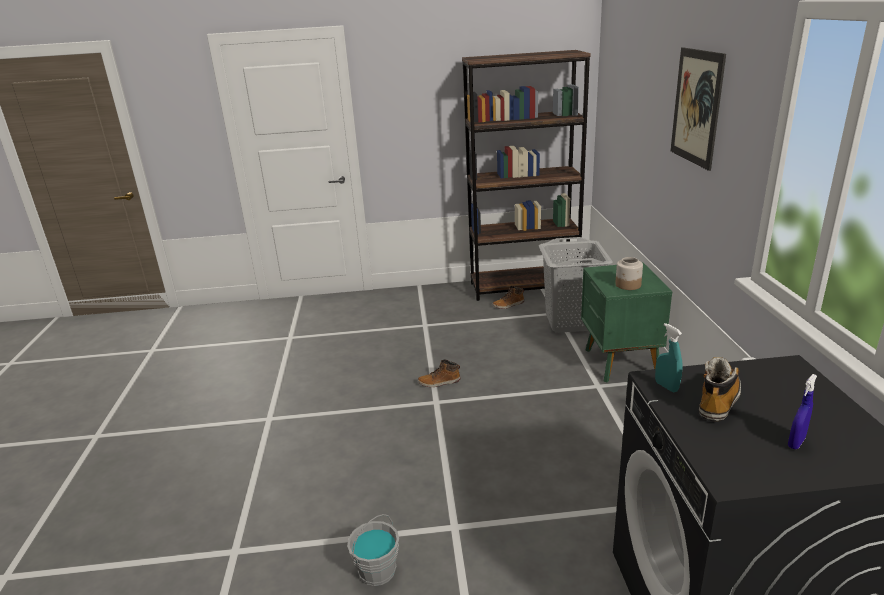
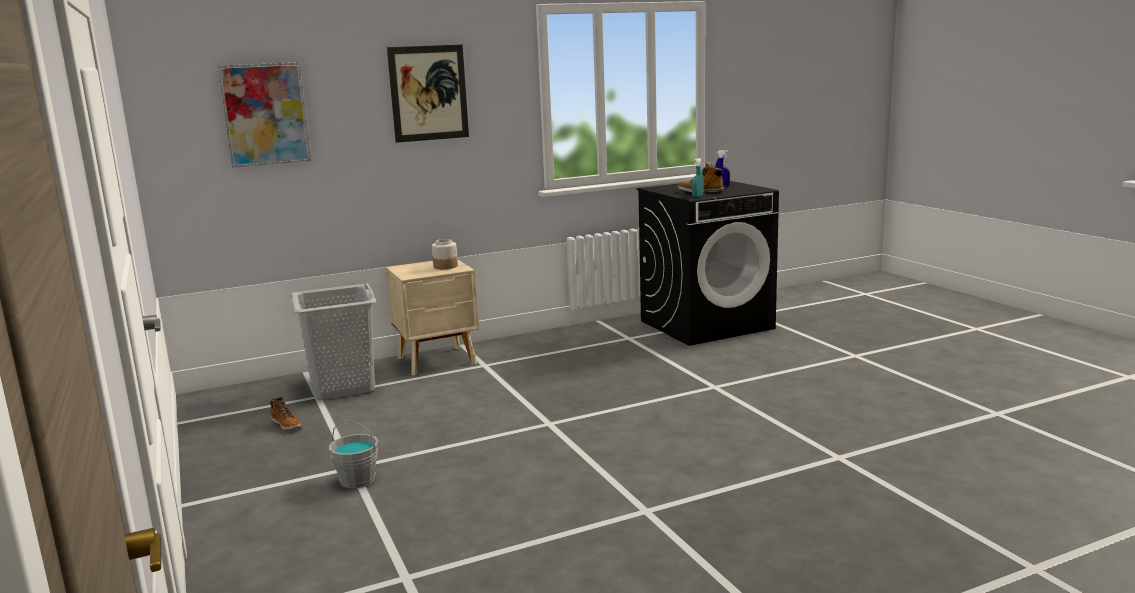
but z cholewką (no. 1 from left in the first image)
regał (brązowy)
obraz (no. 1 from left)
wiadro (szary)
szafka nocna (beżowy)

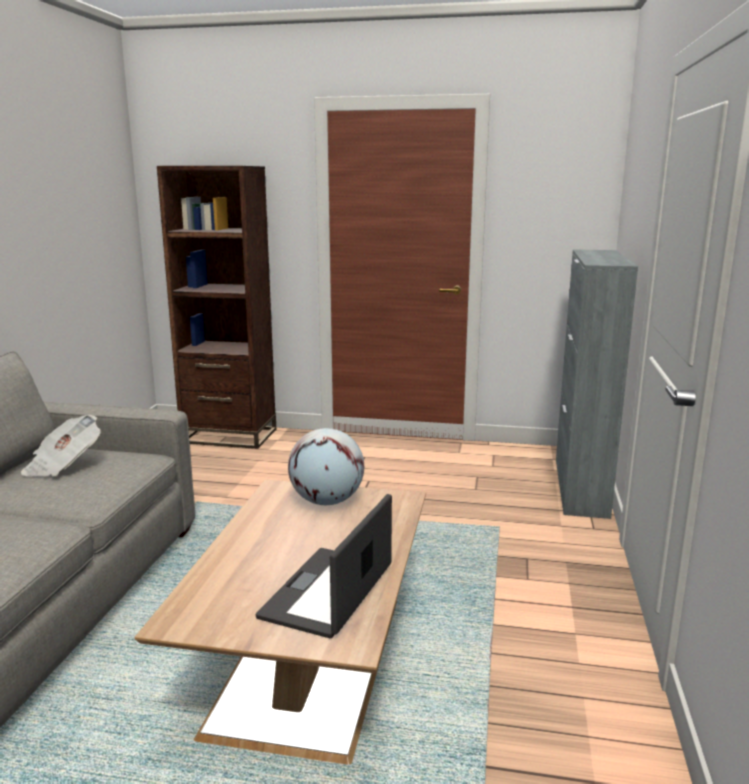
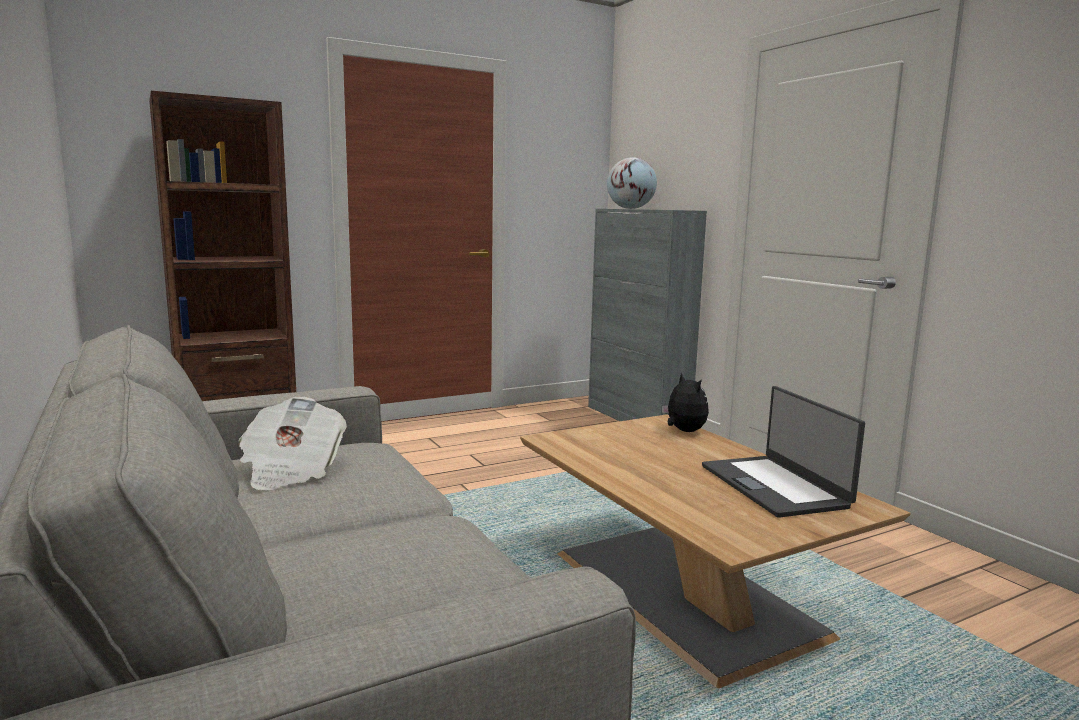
pluszak
globus

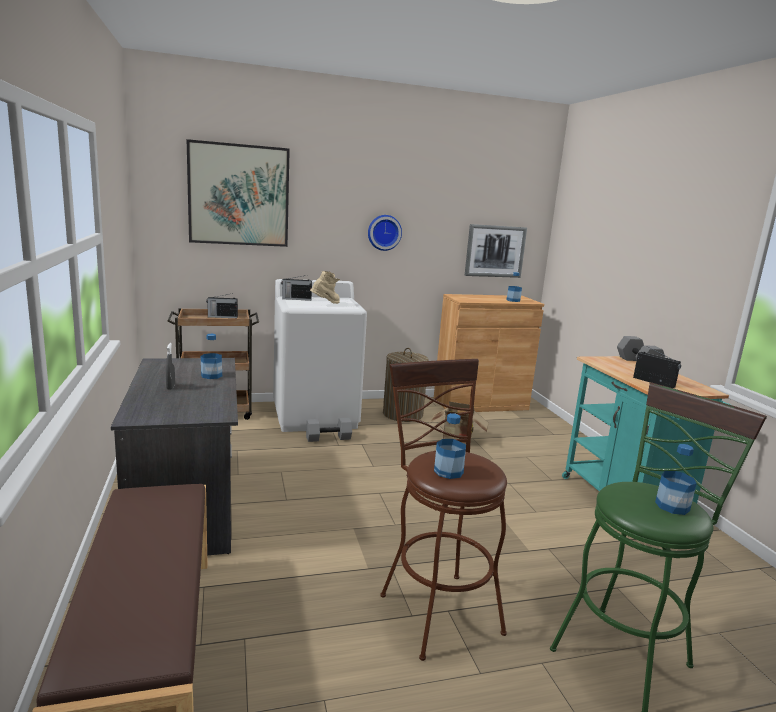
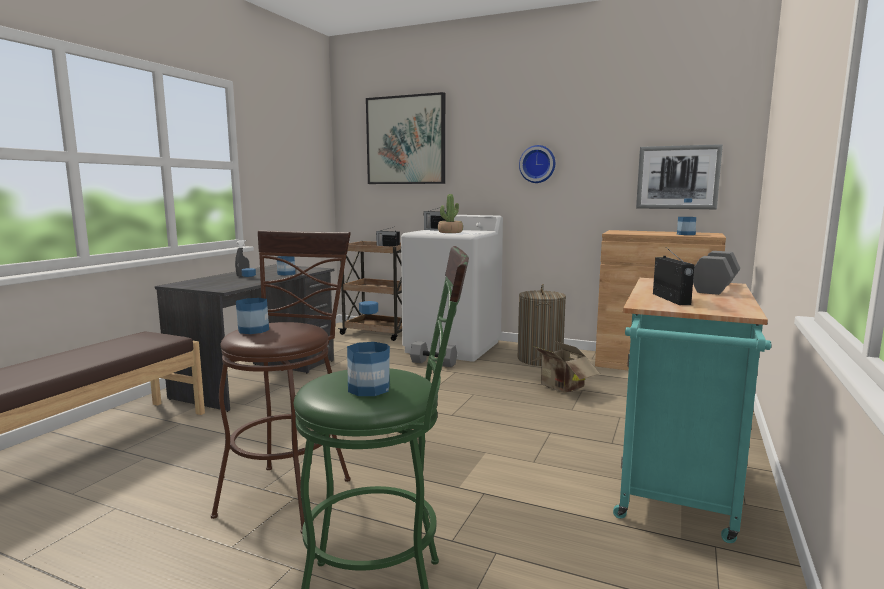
roślina doniczkowa

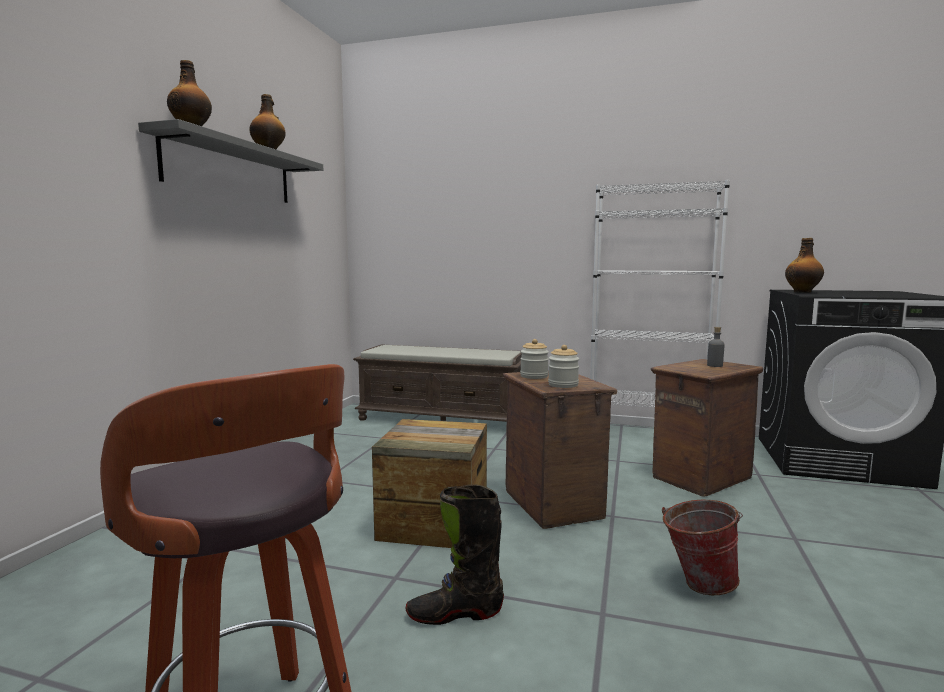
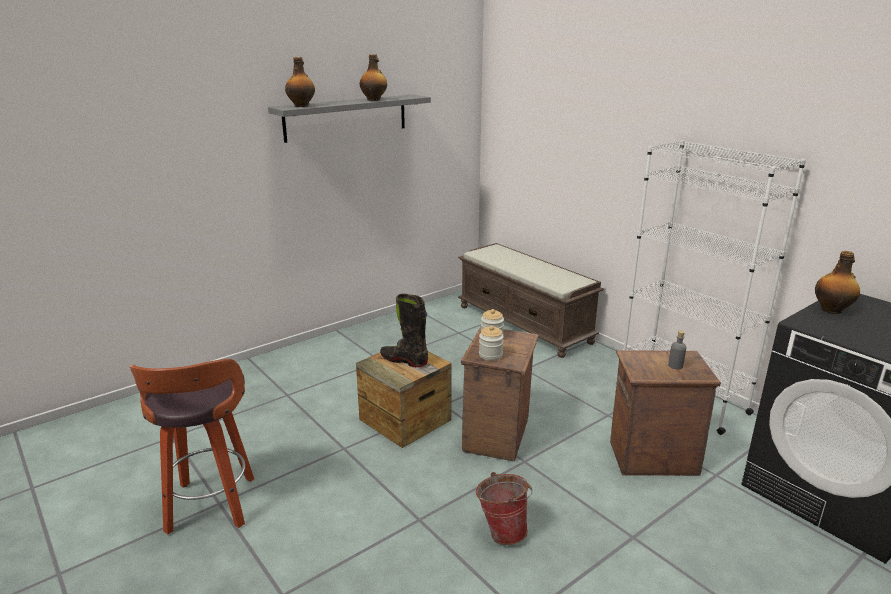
but z cholewką (czarny)

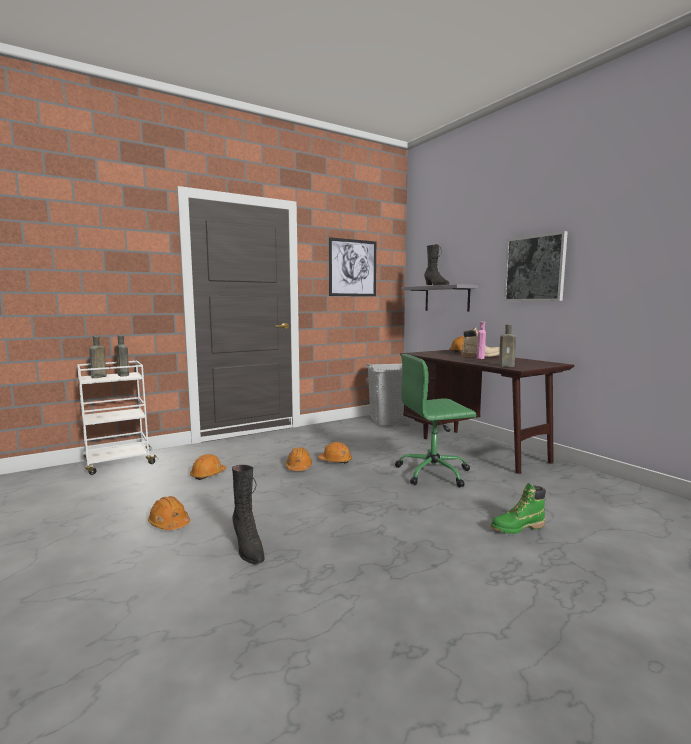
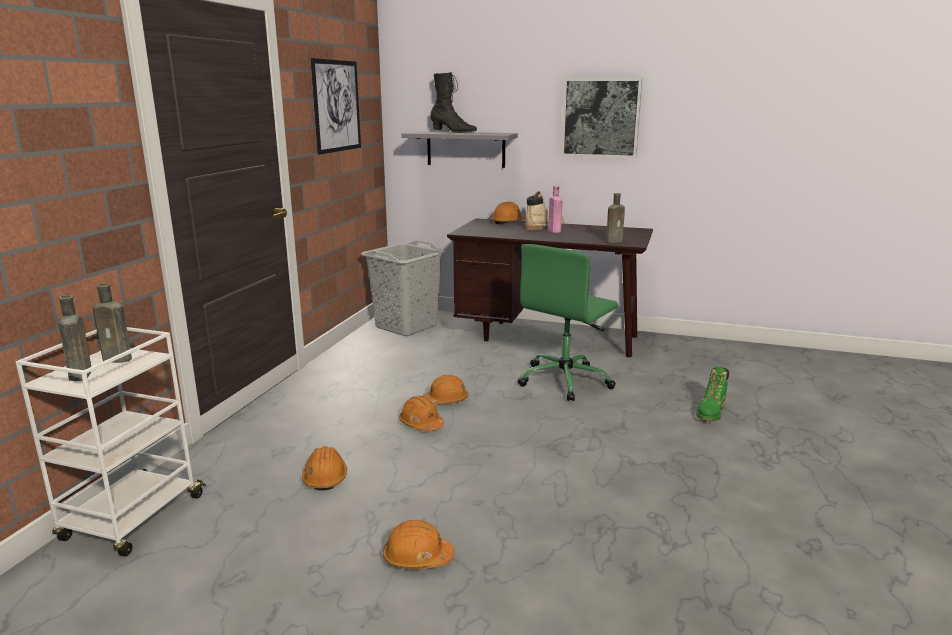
but z cholewką (czarny) (no. 1 from left in the first image)

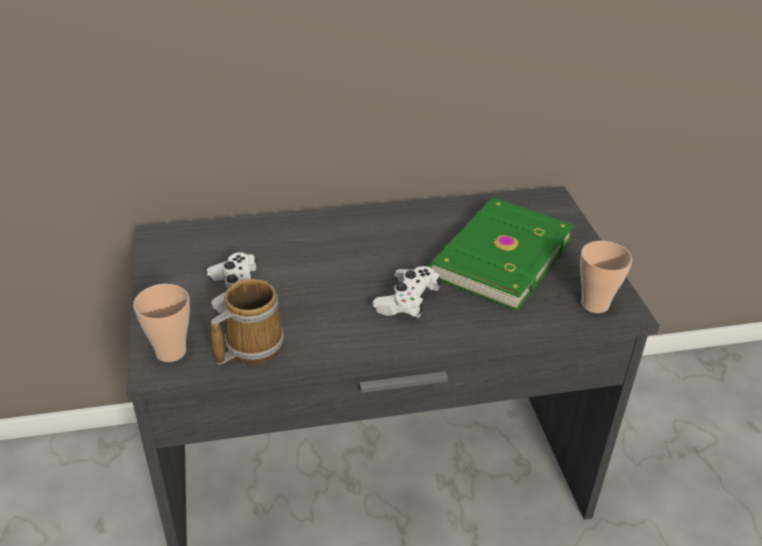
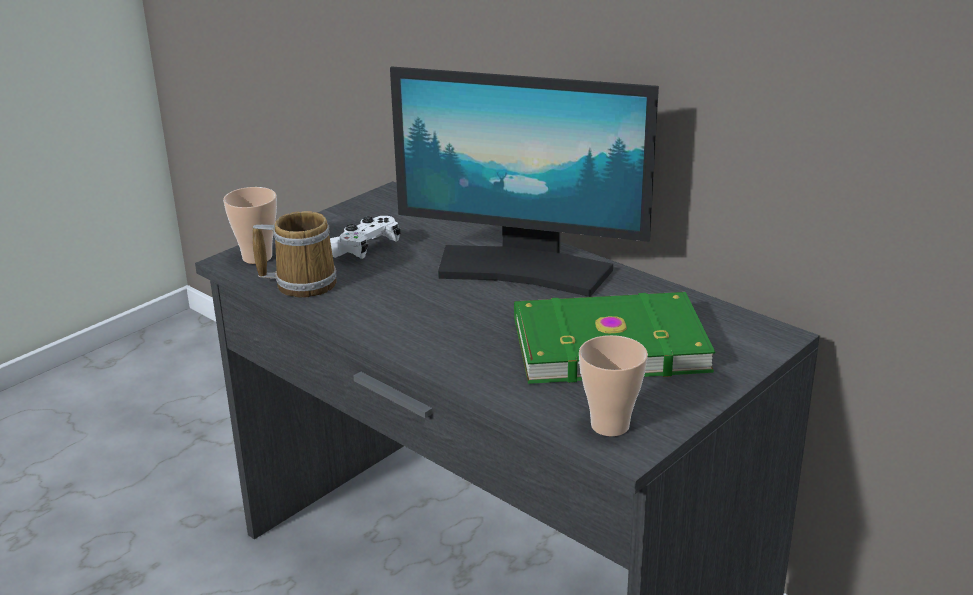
pad do gier (biały) (no. 2 from left in the first image)
monitor

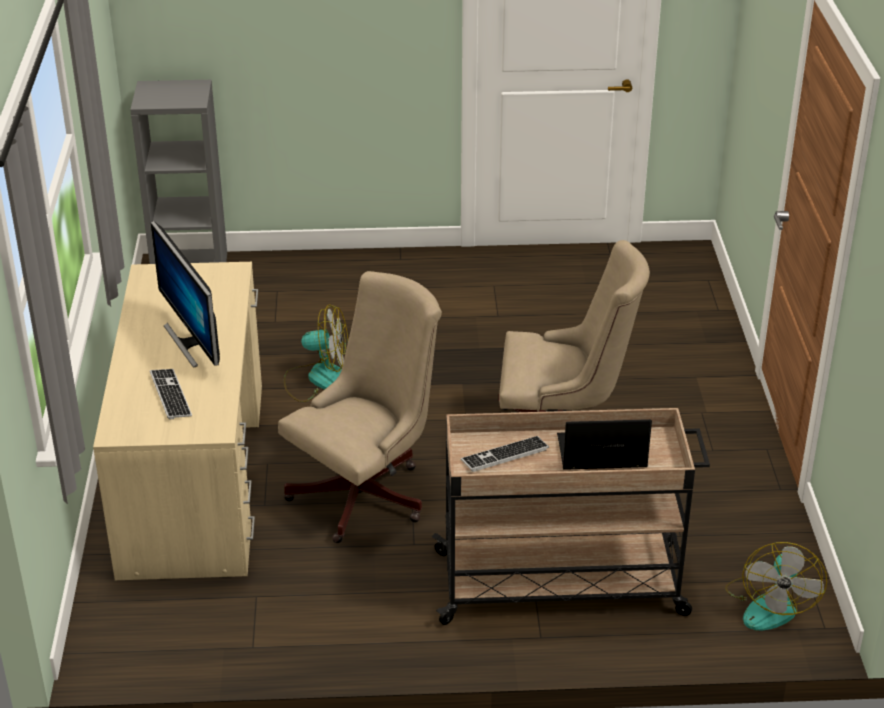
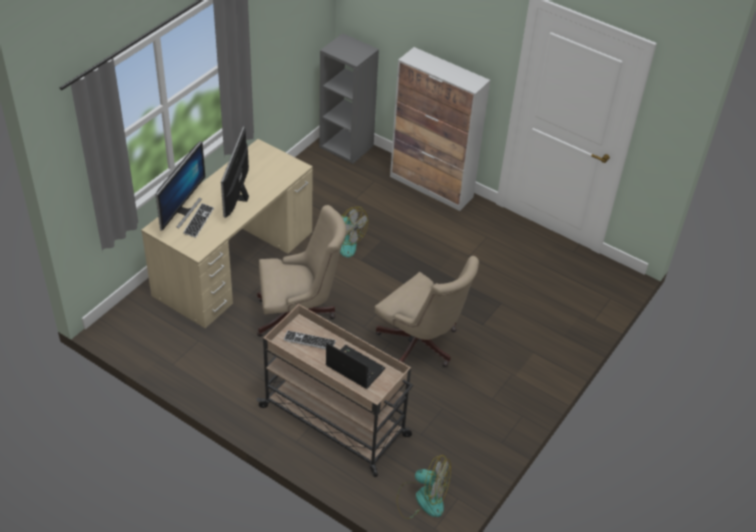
monitor (no. 1 from left)
szafka
wentylator (no. 2 from left)

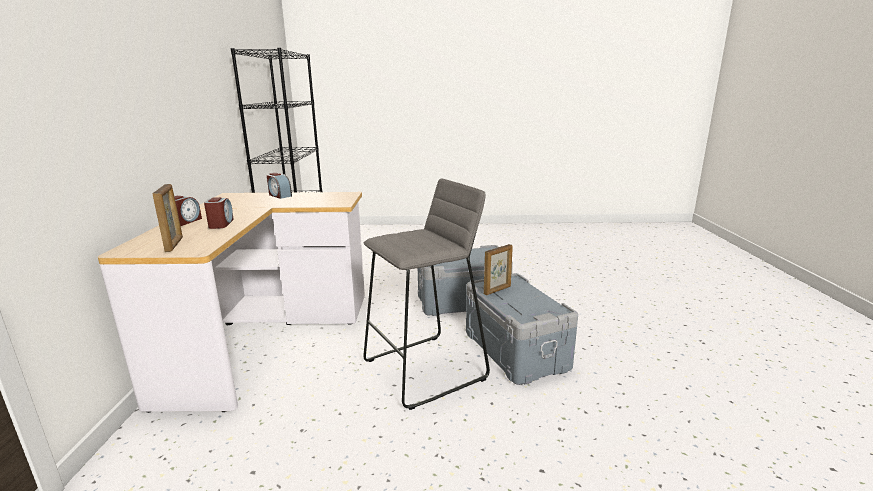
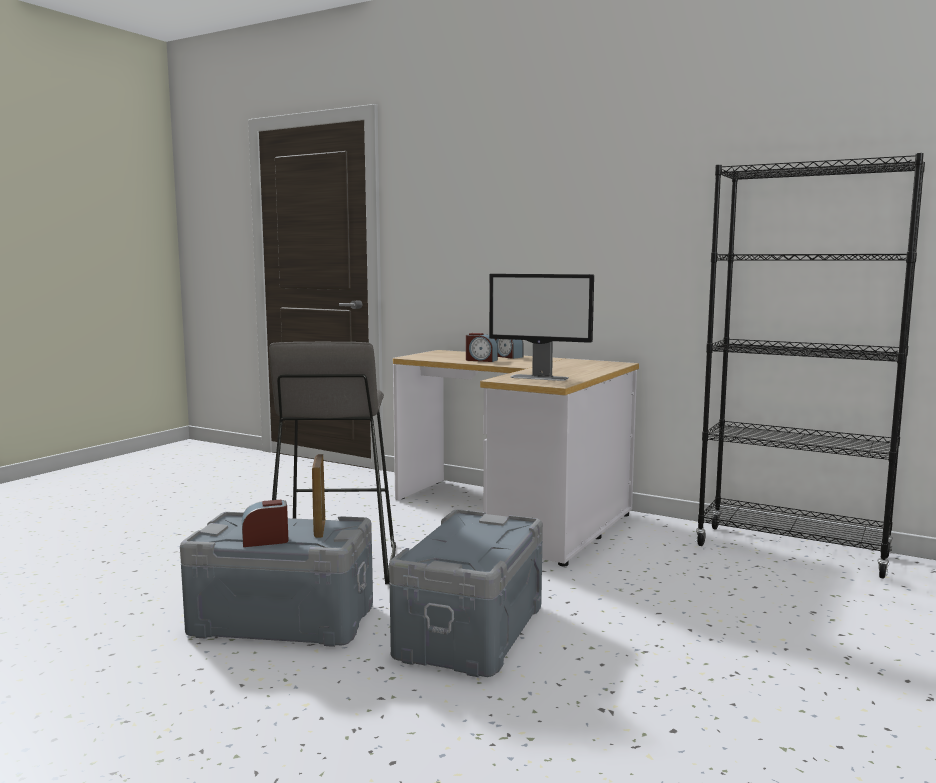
ramka na zdjęcie (no. 1 from left in the first image)
monitor
budzik (no. 1 from left)

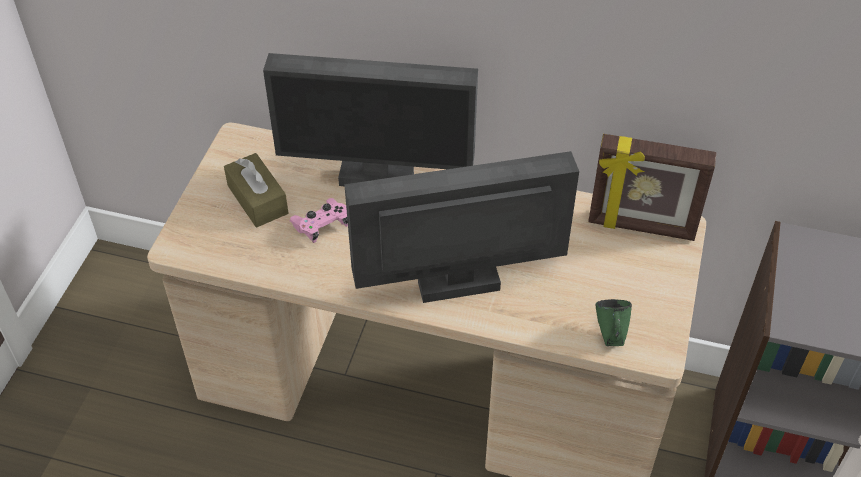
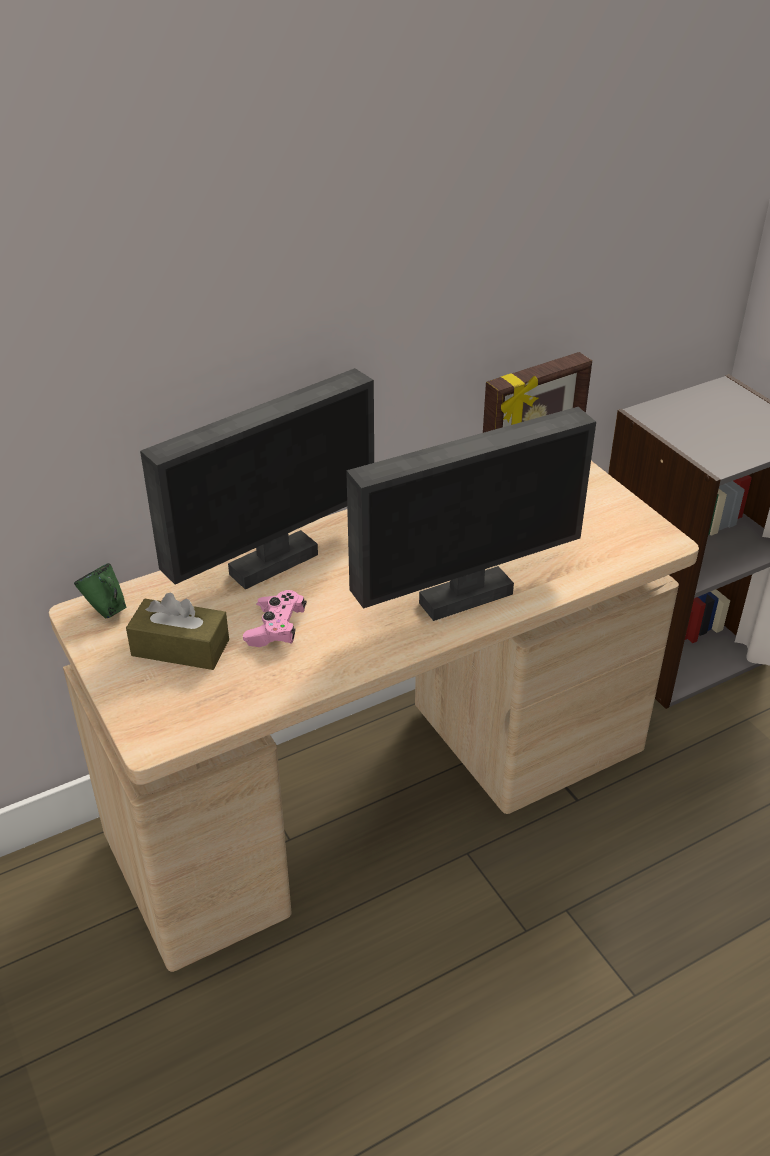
kubek (zielony)
monitor (no. 2 from left)

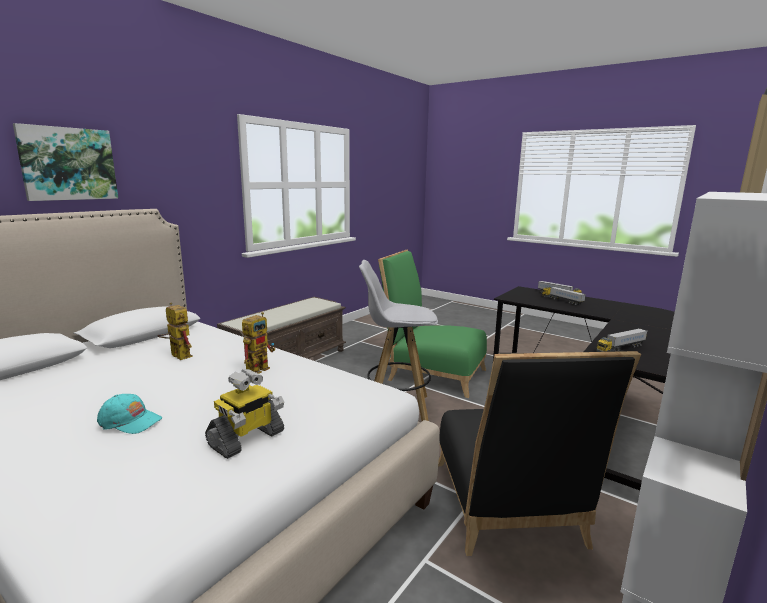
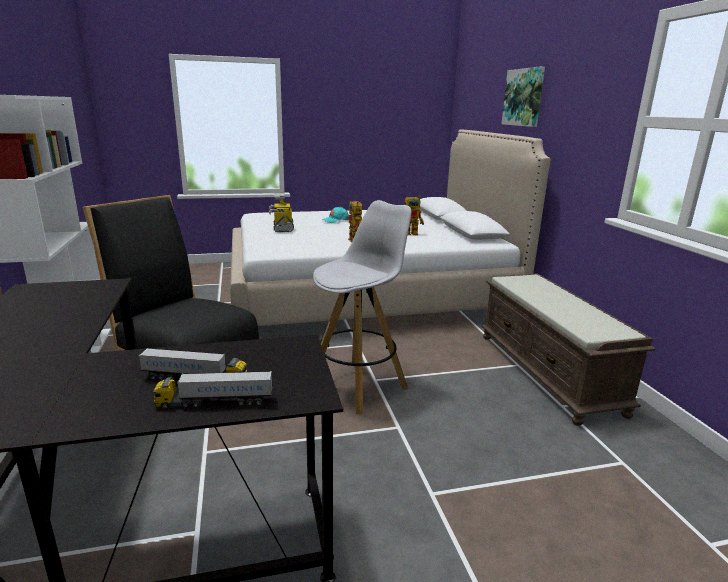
krzesło (zielony)
ciężarówka zabawkowa (no. 3 from left in the first image)

